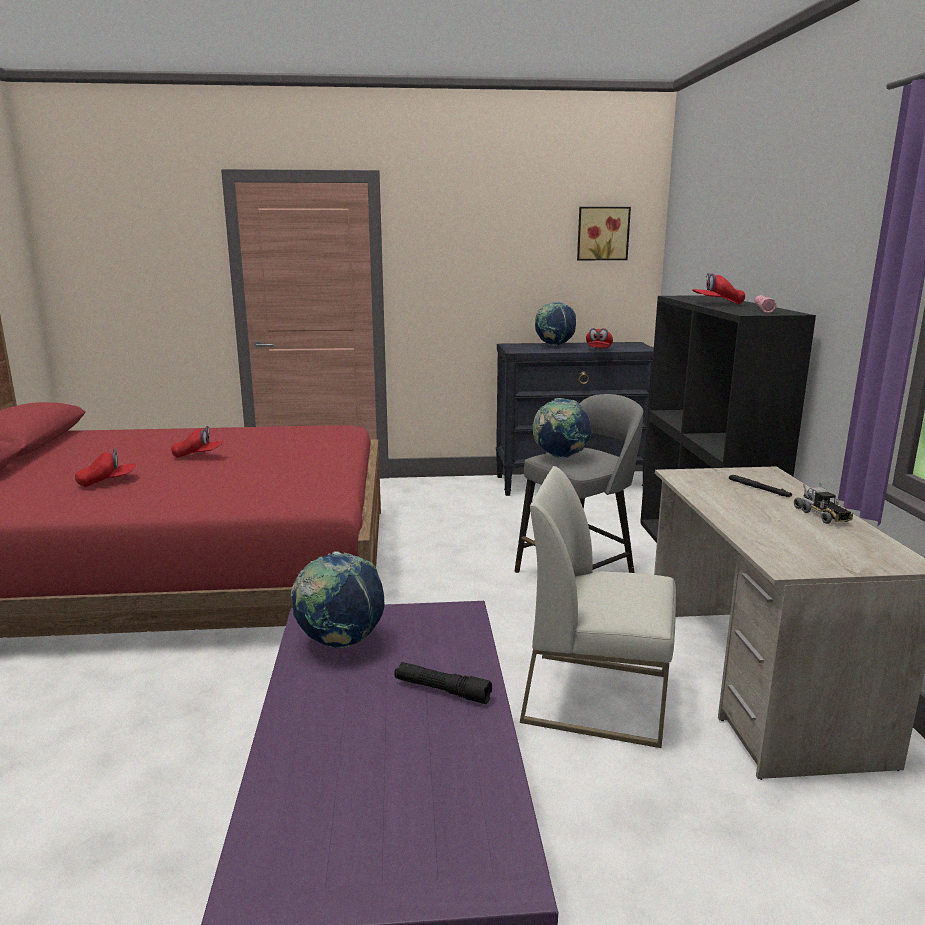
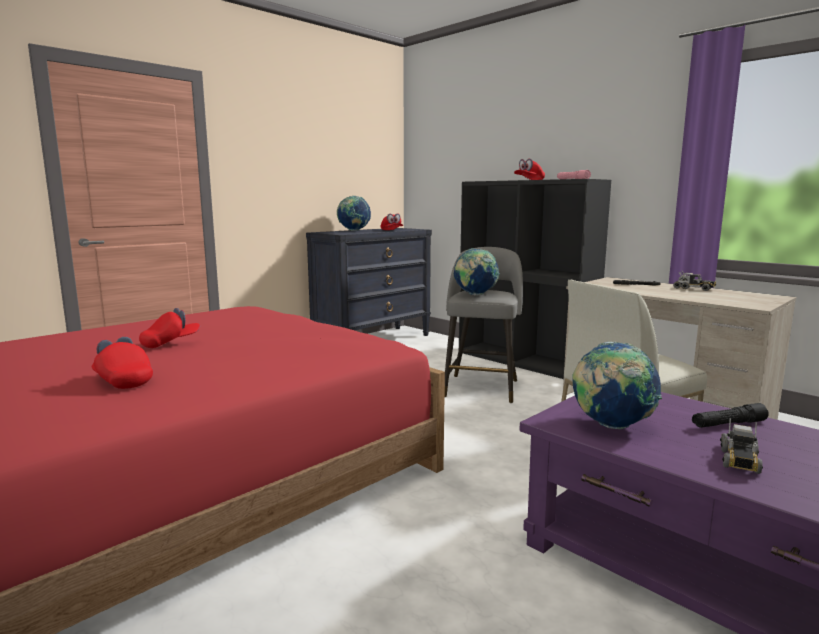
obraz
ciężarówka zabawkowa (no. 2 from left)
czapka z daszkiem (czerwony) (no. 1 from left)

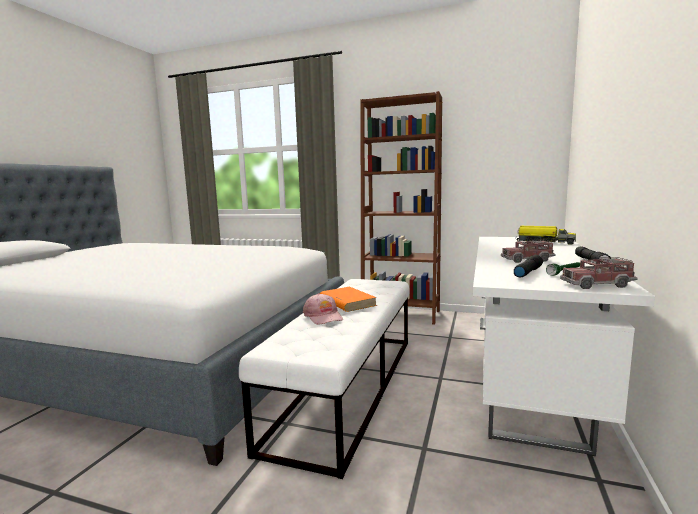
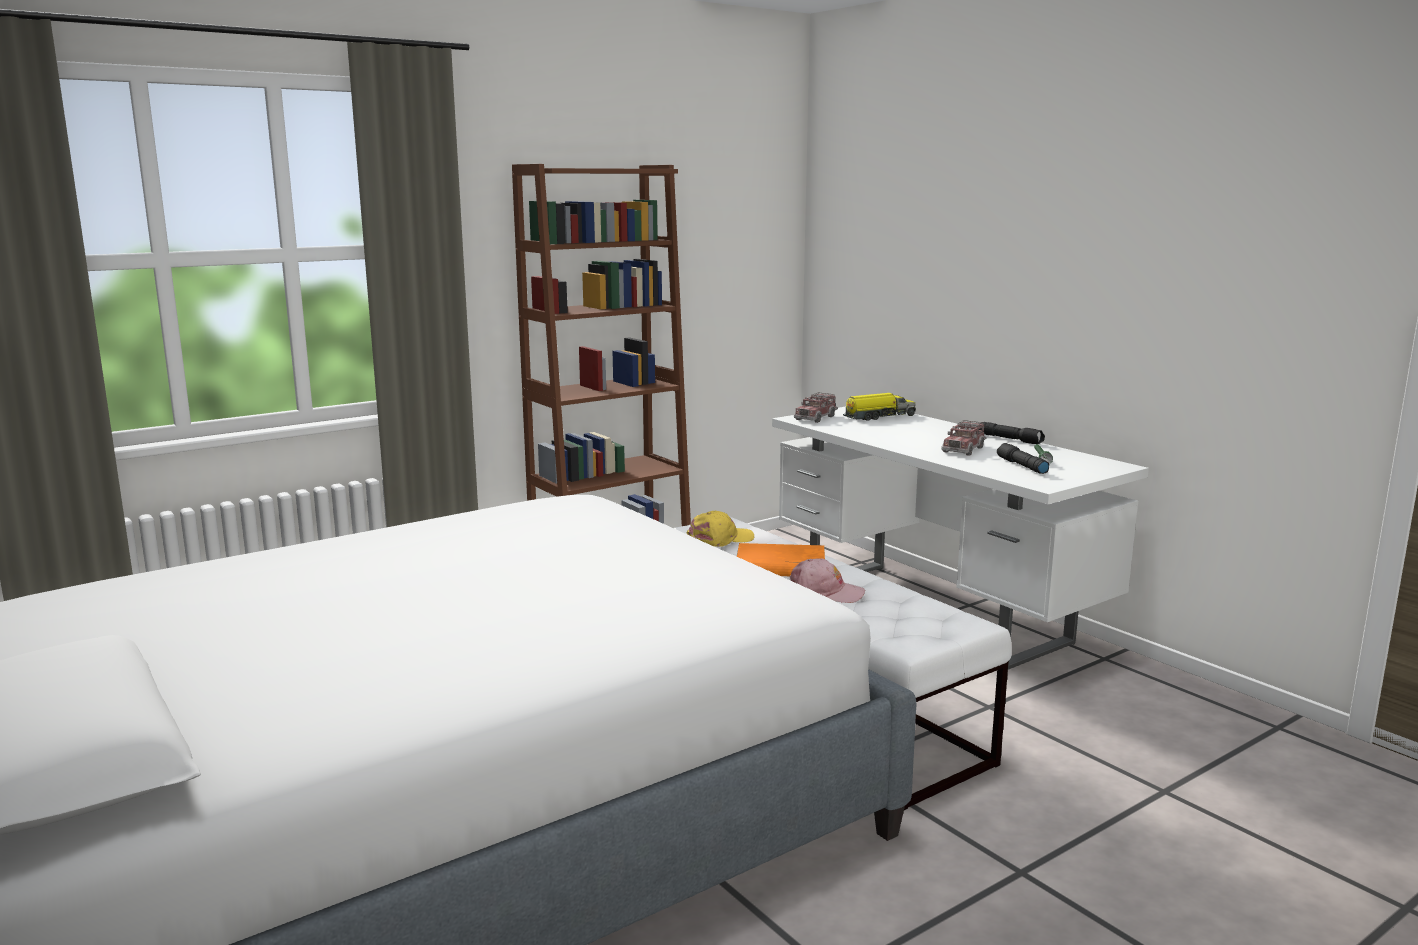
czapka z daszkiem (żółty)
ciężarówka zabawkowa (no. 1 from left)

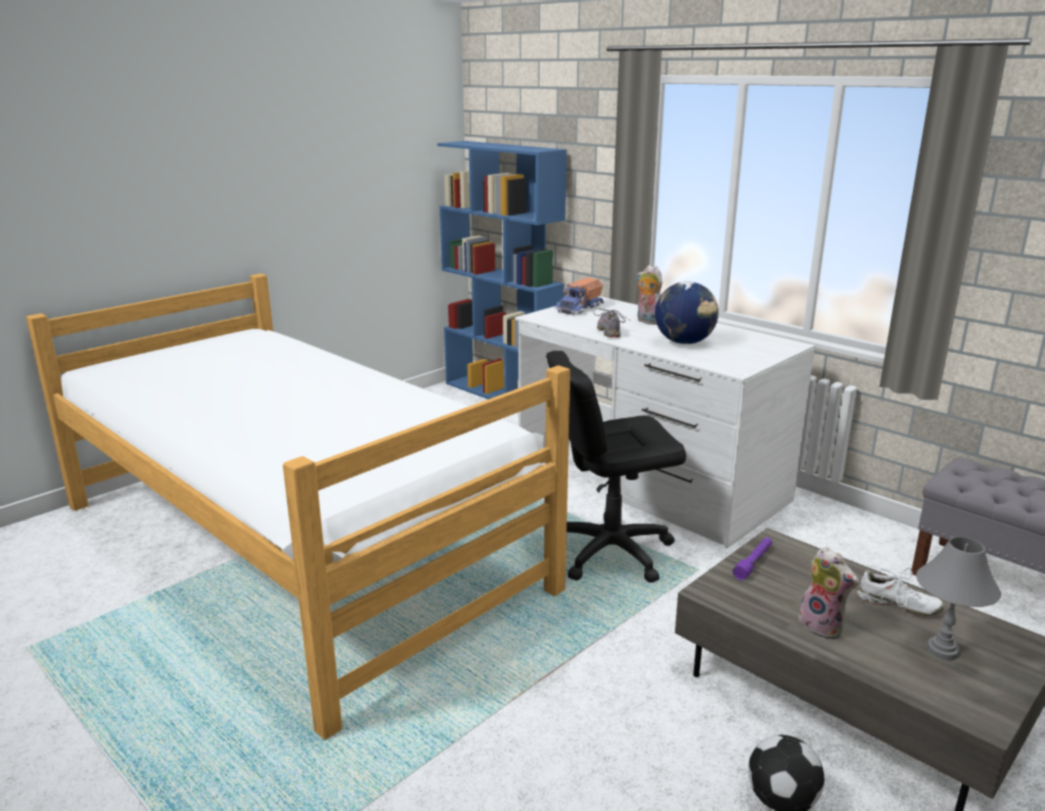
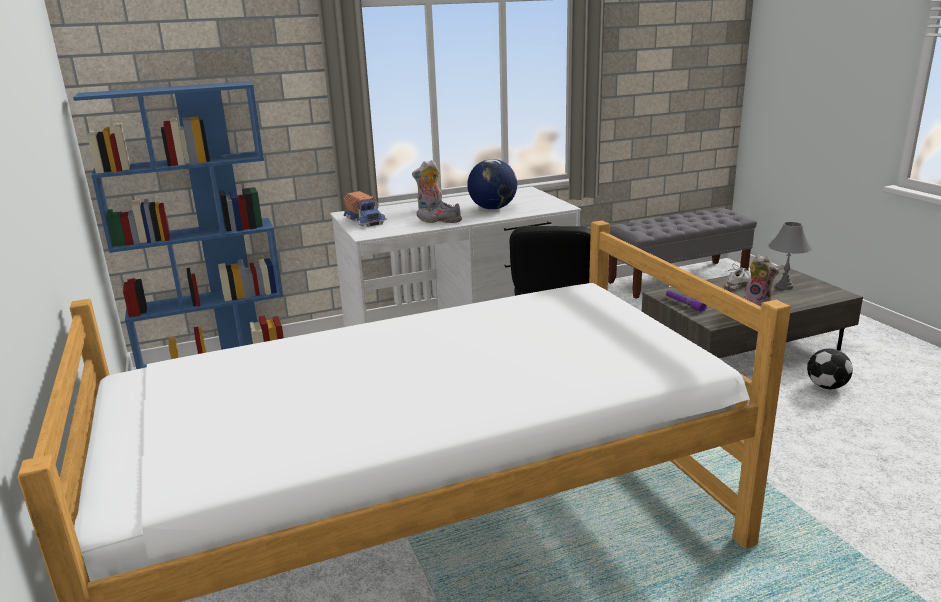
pluszak (no. 2 from left)

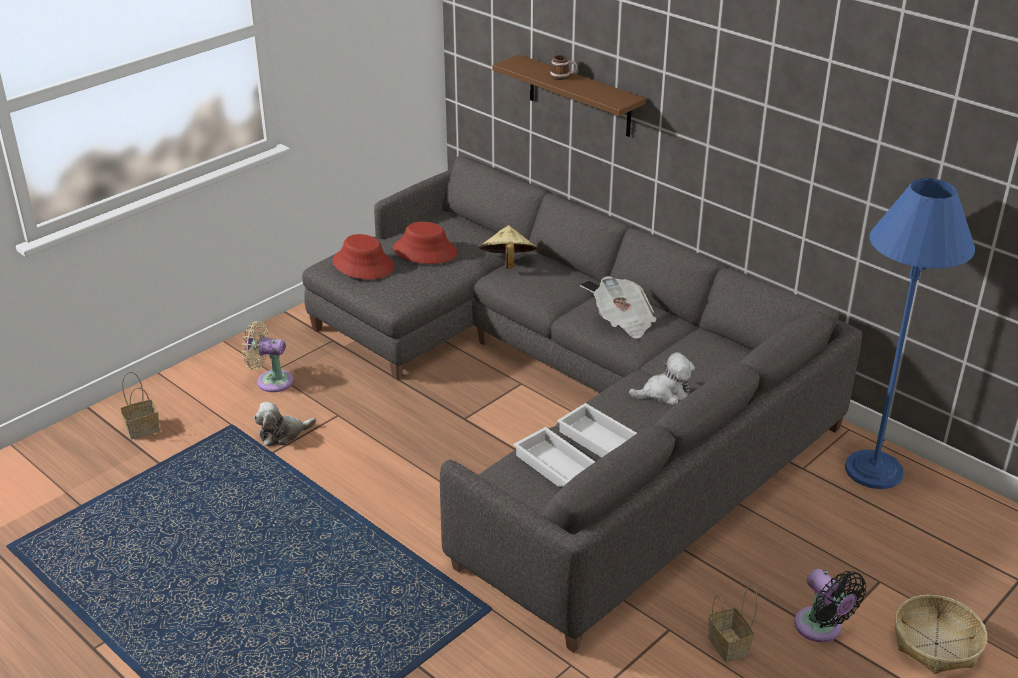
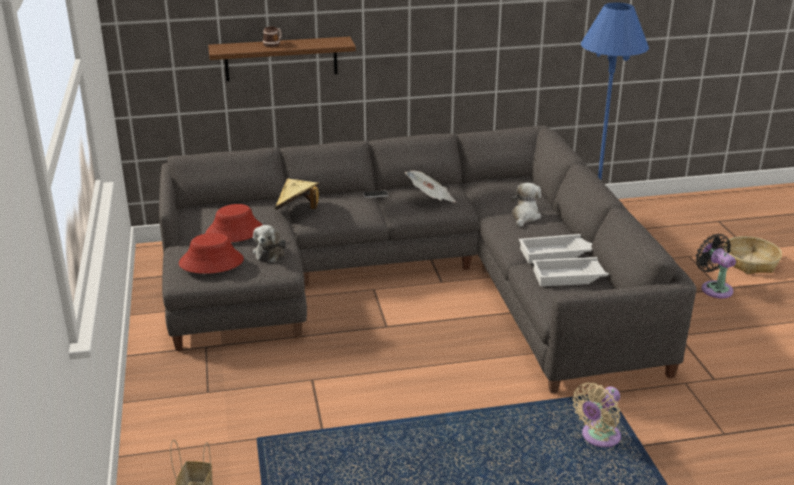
koszyk (no. 2 from left in the first image)
wentylator (beżowy)
pluszak (no. 1 from left)
wentylator (czarny)

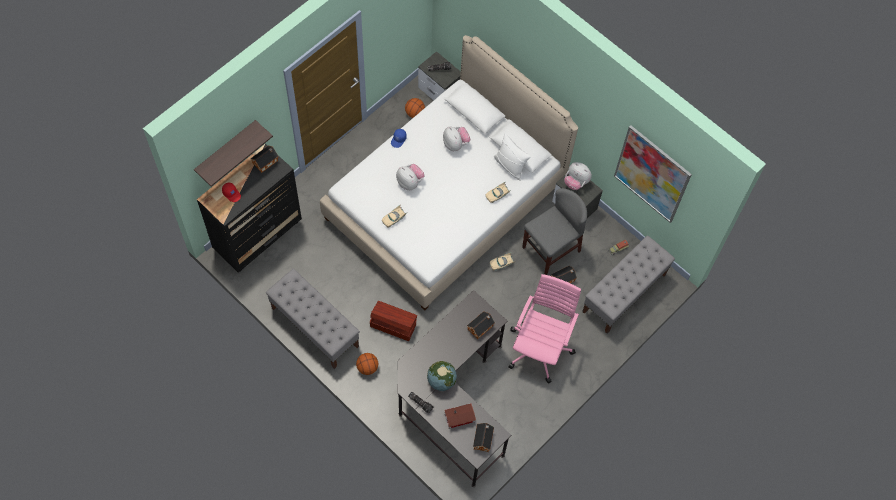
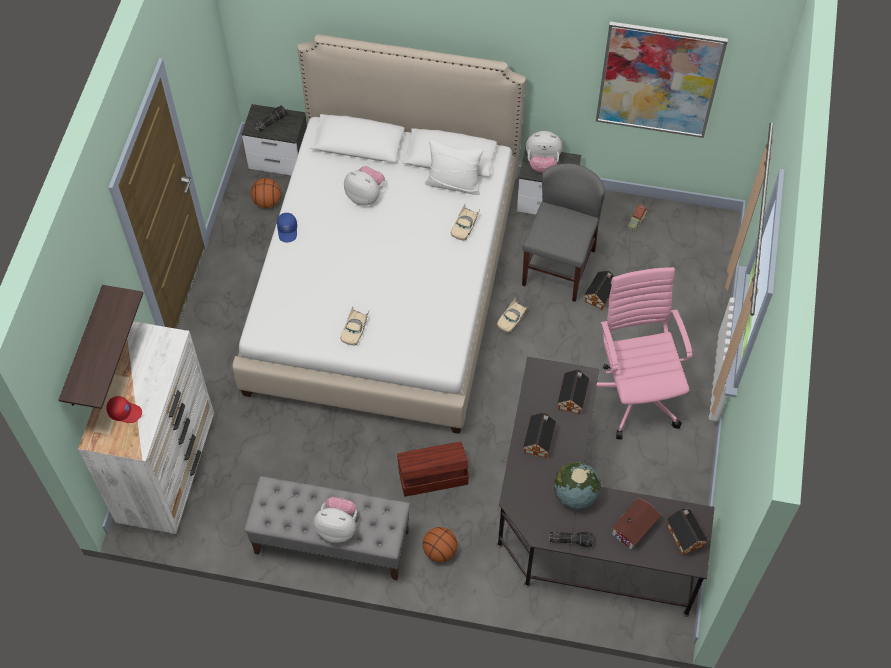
ławka (szary) (no. 2 from left in the first image)
domek (no. 1 from left)
pluszak (no. 1 from left)
komoda (biały)

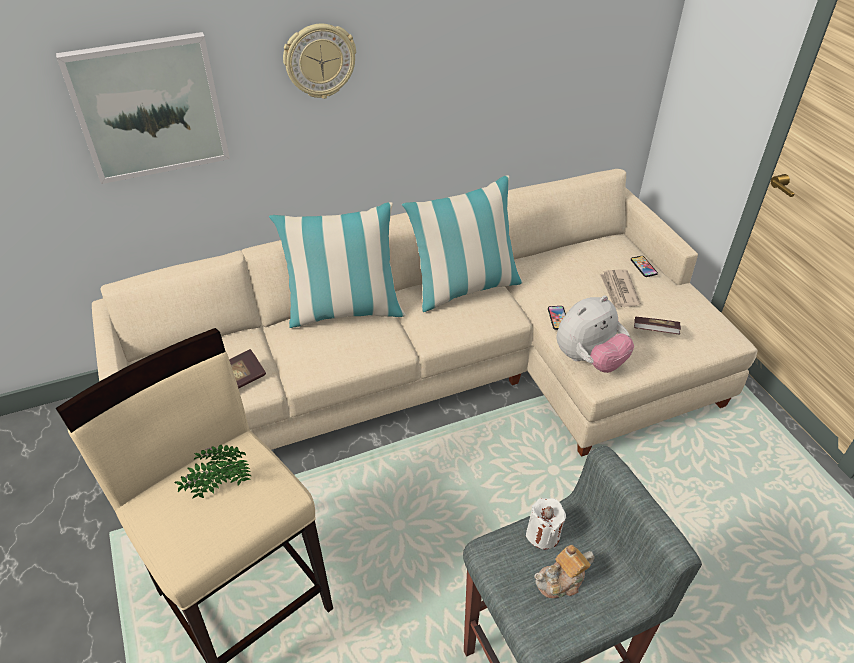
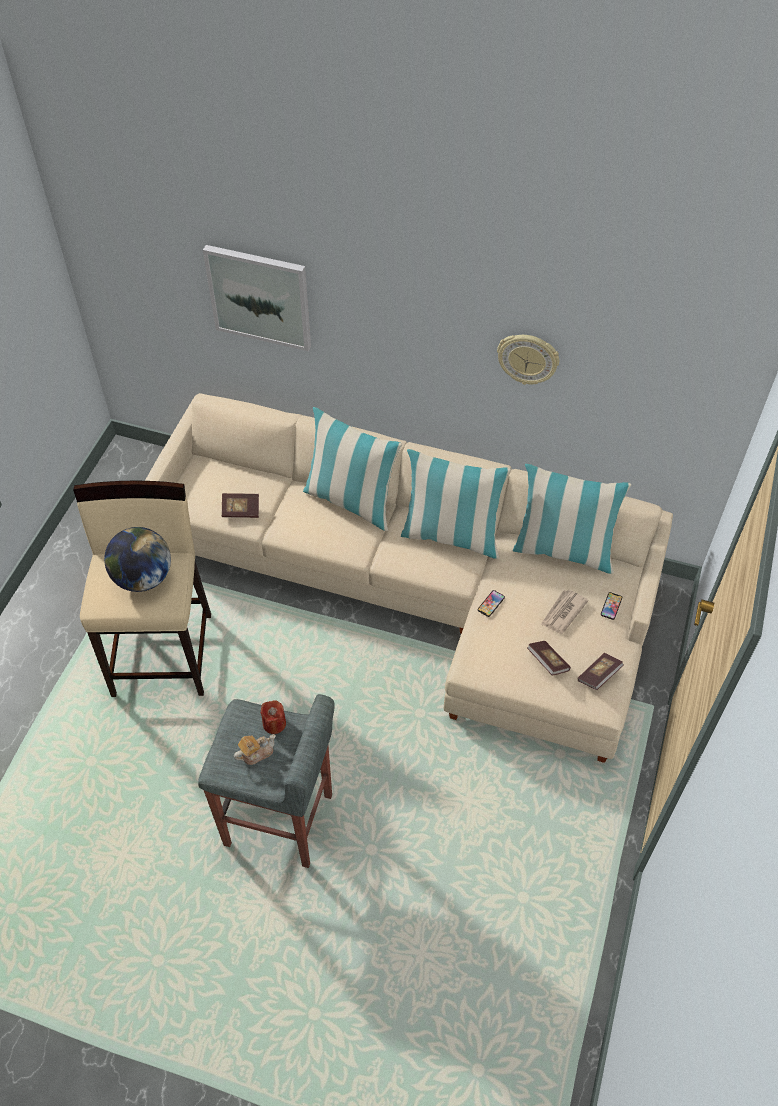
pluszak
poduszka (no. 3 from left)
książka (no. 3 from left)
zegar ścienny
globus
świeca (czerwony)
imbryk

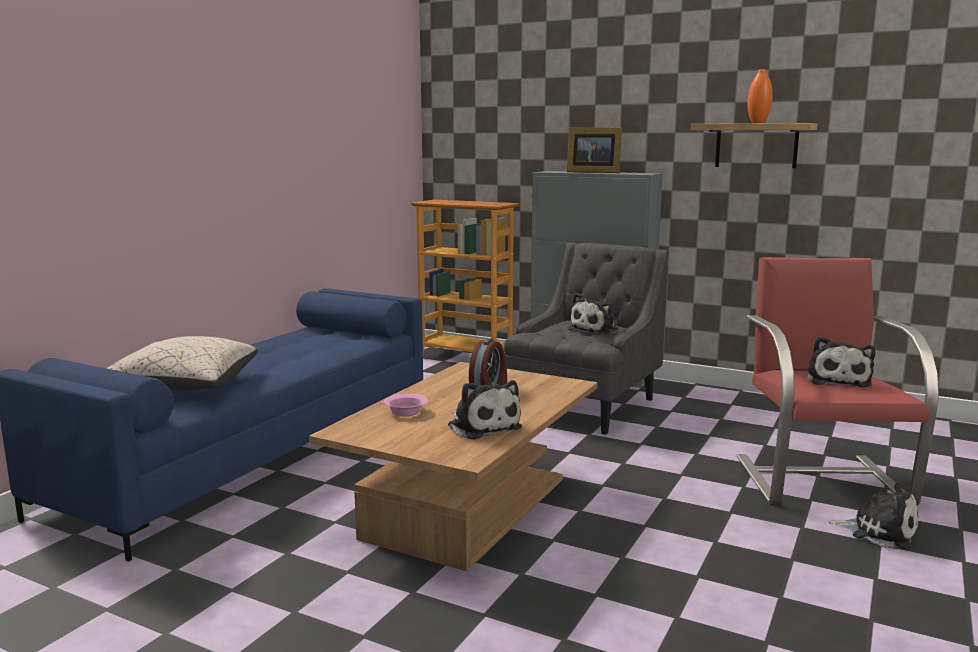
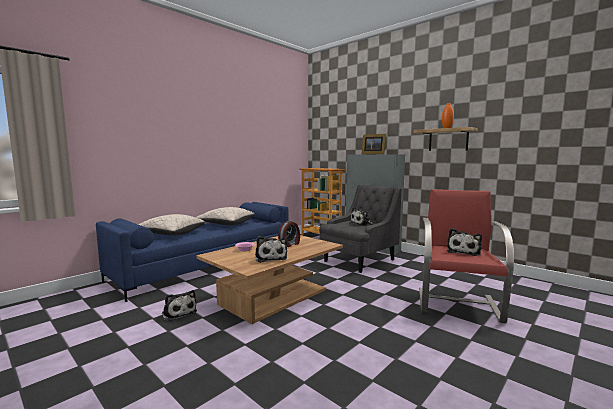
poduszka (beżowy) (no. 2 from left)
pluszak (no. 1 from left)

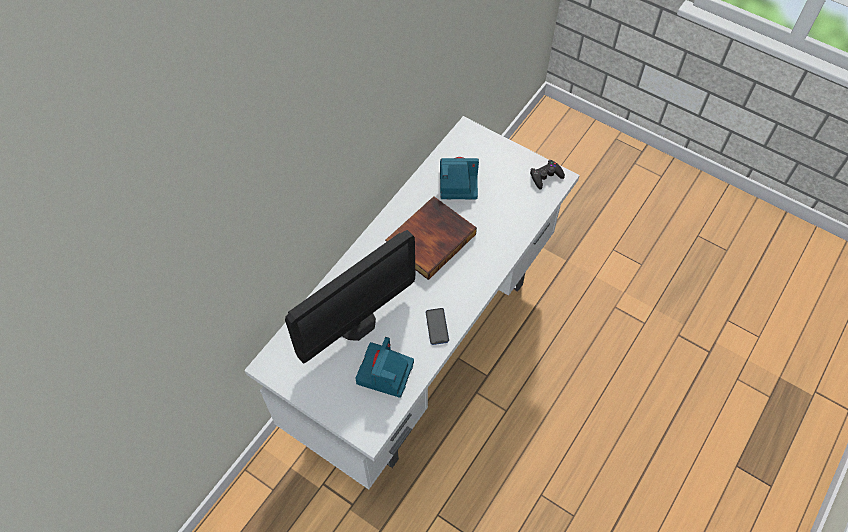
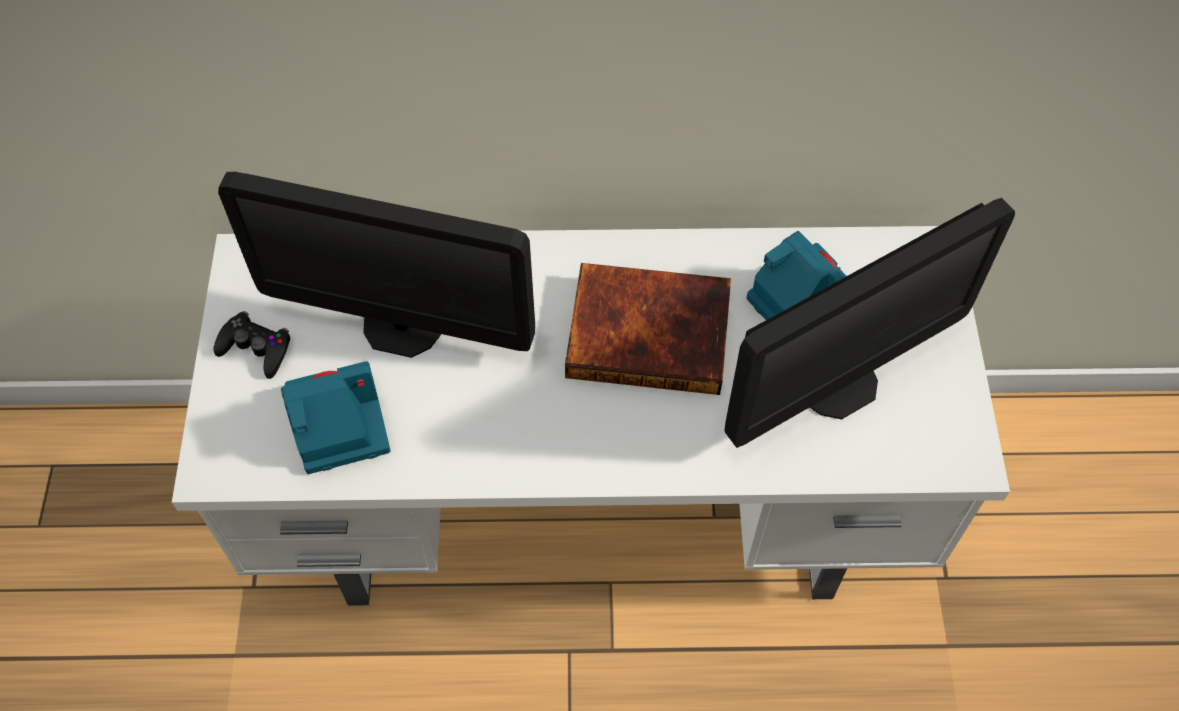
telefon
monitor (no. 2 from left)
pad do gier (czarny)

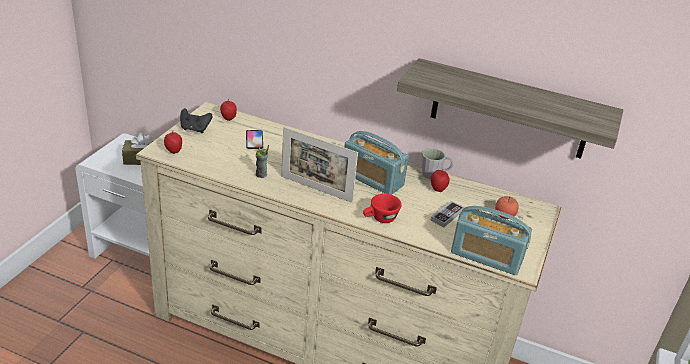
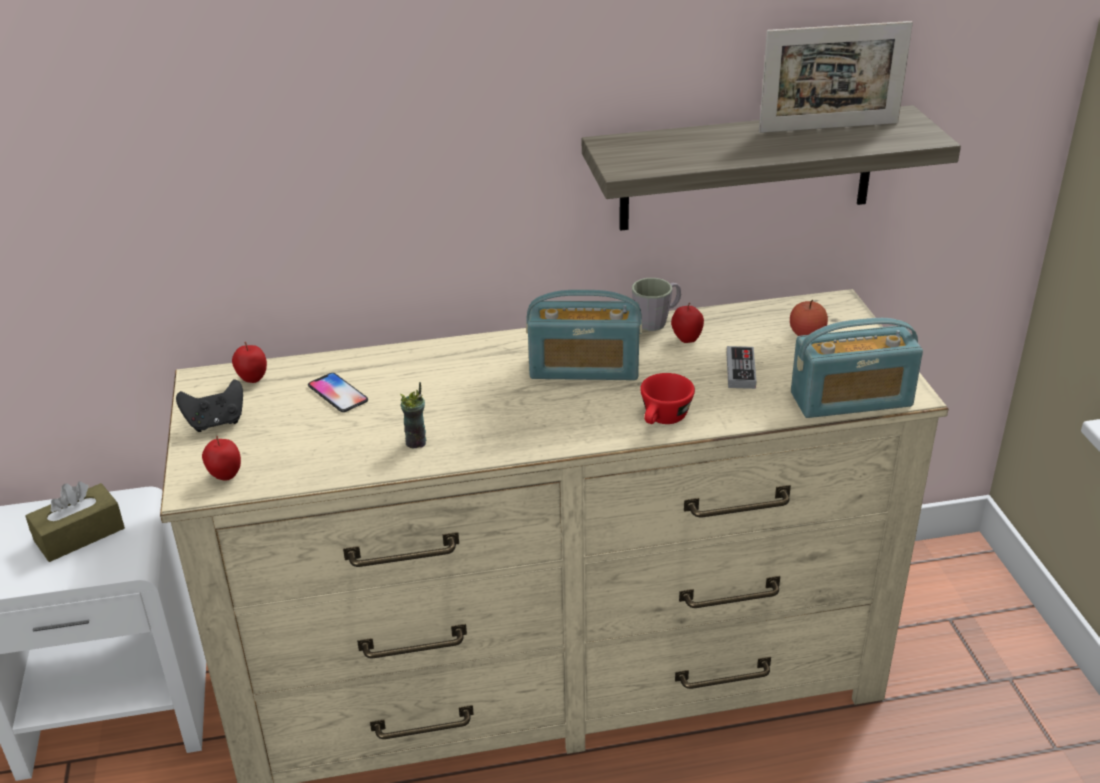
ramka na zdjęcie

